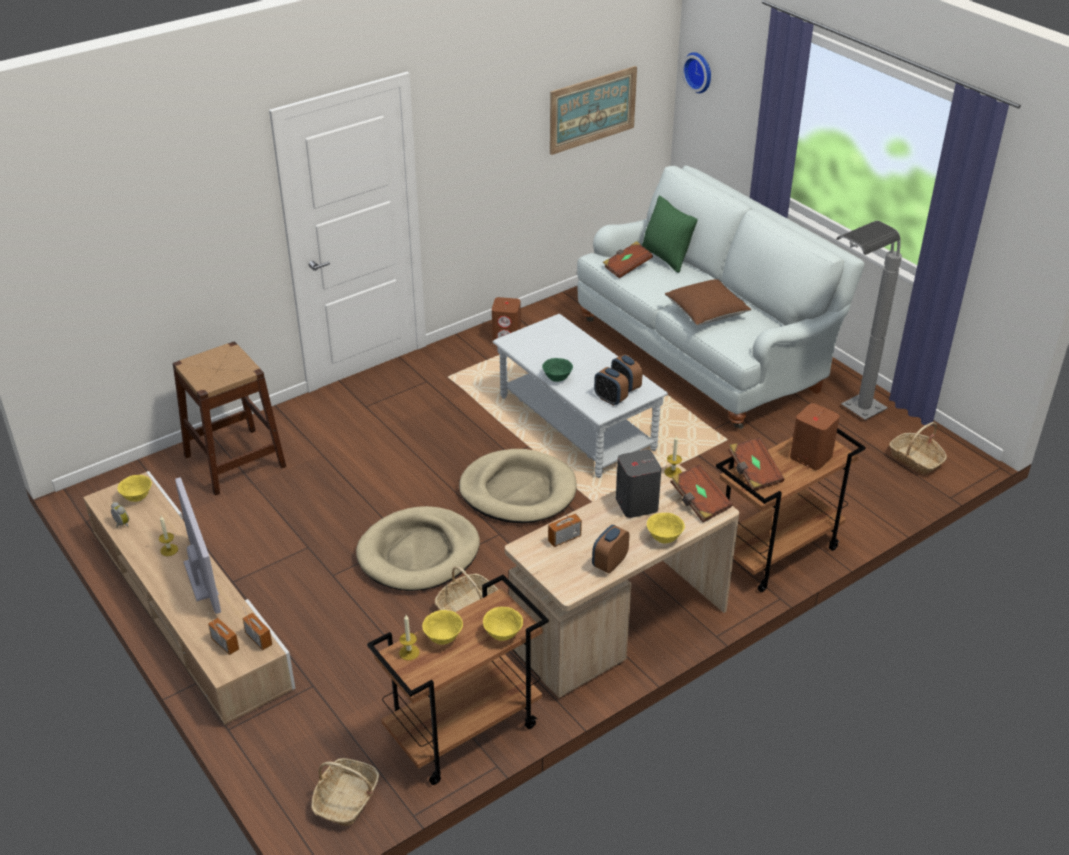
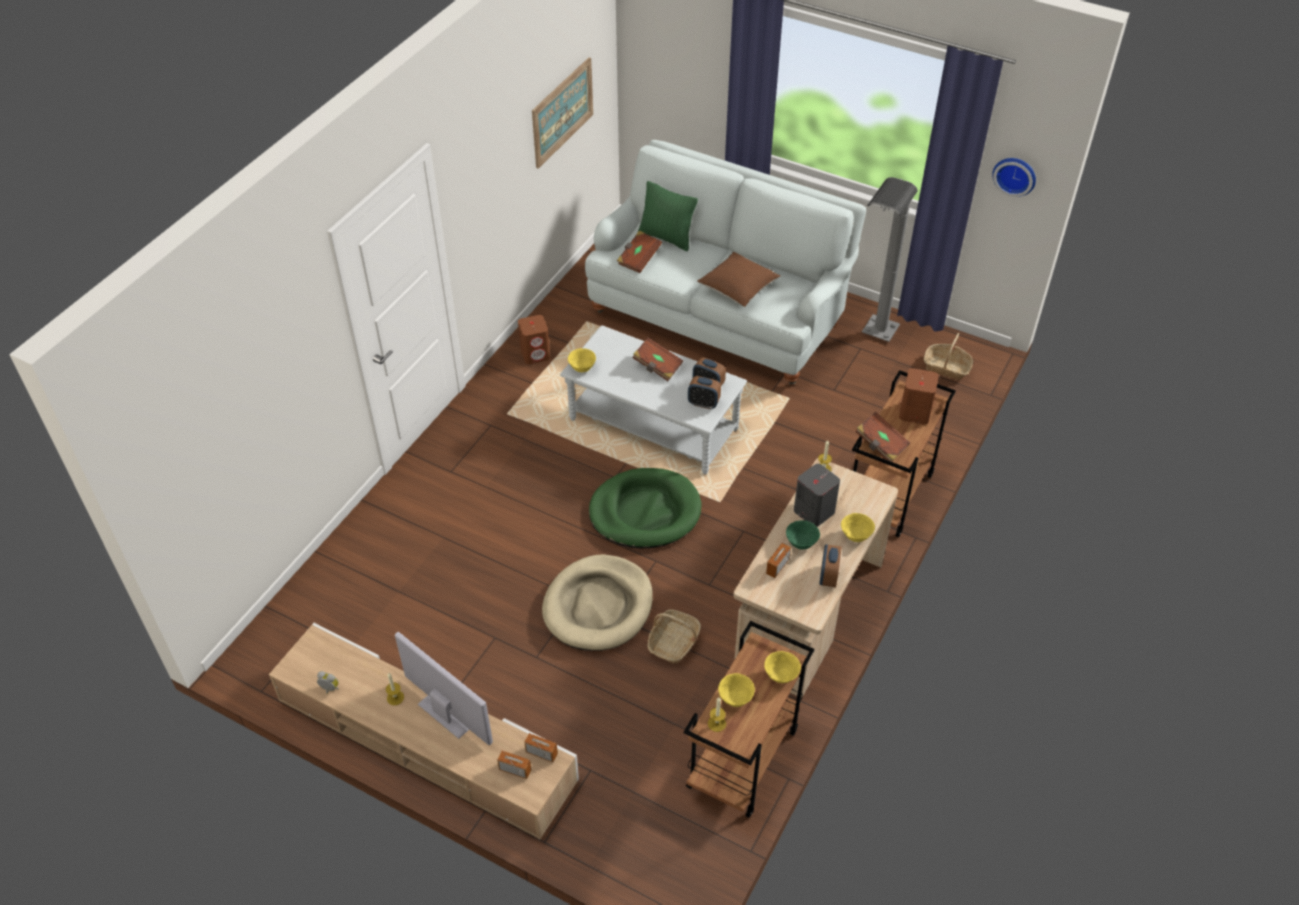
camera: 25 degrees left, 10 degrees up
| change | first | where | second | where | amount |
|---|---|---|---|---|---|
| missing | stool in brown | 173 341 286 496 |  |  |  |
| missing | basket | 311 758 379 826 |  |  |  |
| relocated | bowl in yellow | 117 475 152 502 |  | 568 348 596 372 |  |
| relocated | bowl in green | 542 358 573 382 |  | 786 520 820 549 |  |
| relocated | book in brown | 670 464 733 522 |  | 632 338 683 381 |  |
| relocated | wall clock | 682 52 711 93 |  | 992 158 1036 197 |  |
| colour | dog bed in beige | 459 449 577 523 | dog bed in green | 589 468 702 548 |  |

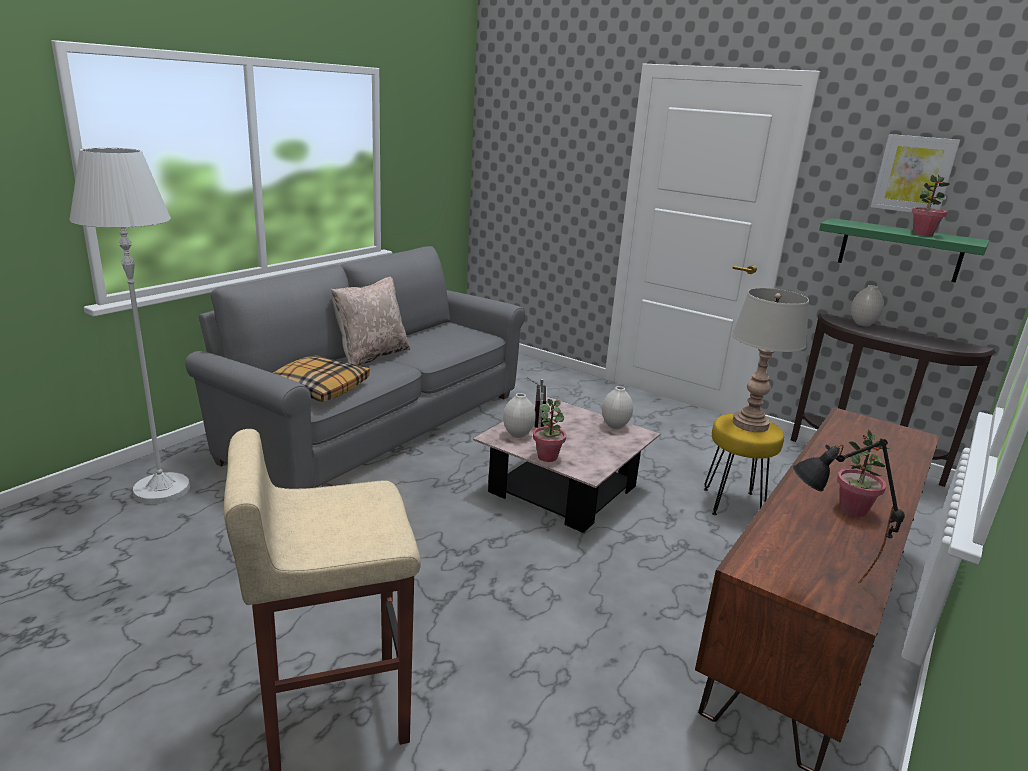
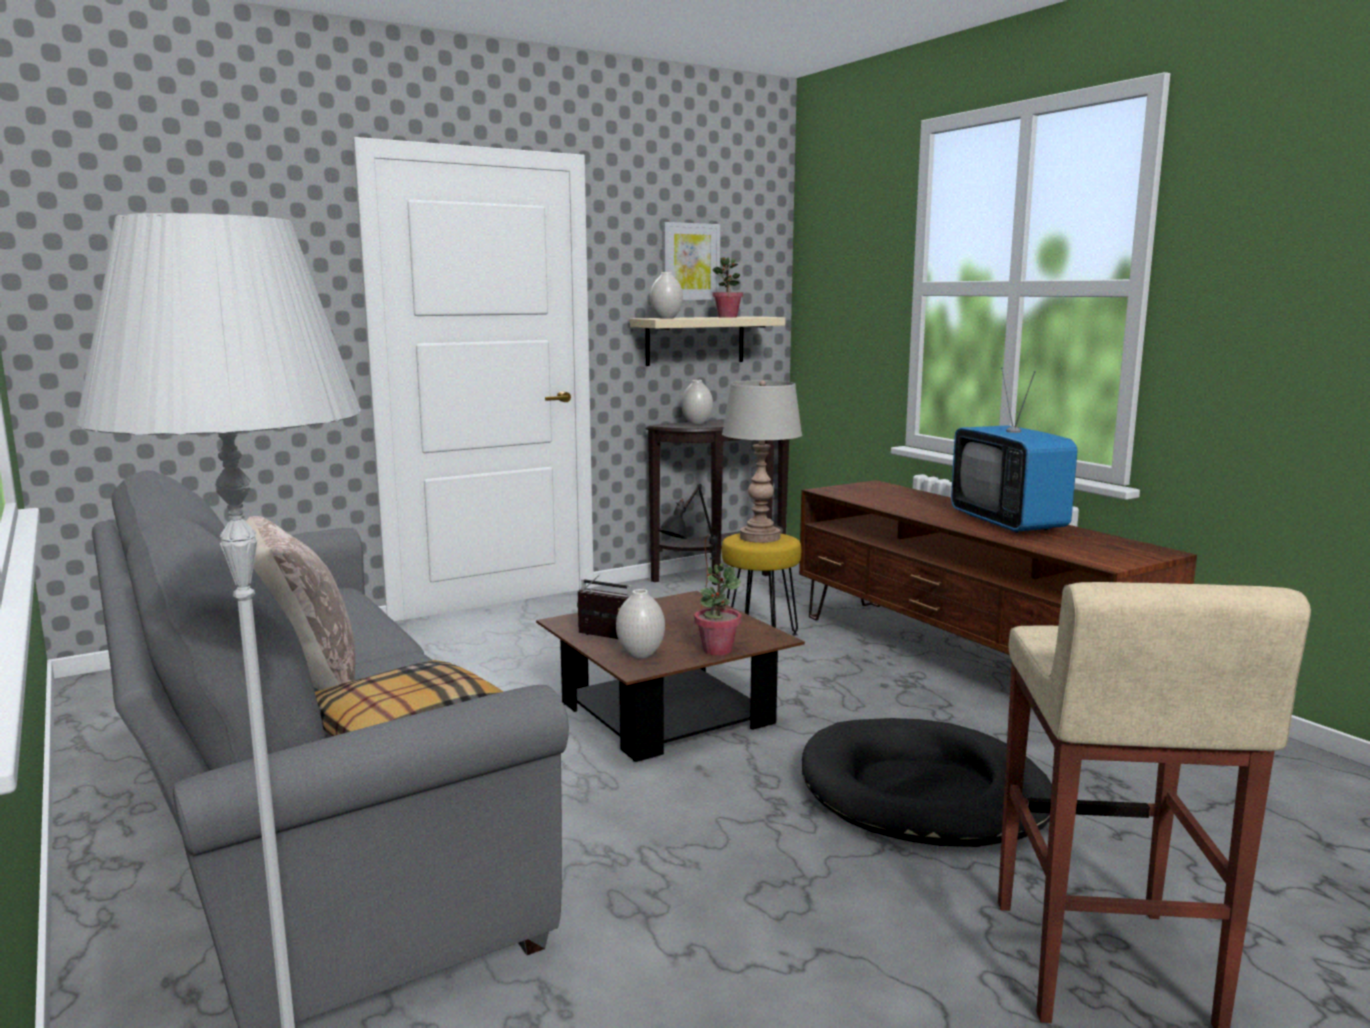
camera: 65 degrees left, 10 degrees down
| change | first | where | second | where | amount |
|---|---|---|---|---|---|
| appeared |  |  | dog bed in black | 802 718 1052 847 |  |
| relocated | vase in white | 602 386 633 429 |  | 650 272 683 319 |  |
| relocated | table lamp in black | 793 438 905 583 |  | 658 484 718 610 |  |
| exchanged | potted plant | 837 430 890 517 | television | 951 367 1078 533 |  |
| colour | coffee table in pink | 473 397 660 533 | coffee table in brown | 536 591 805 762 |  |
| colour | shelf in green | 819 218 989 283 | shelf in beige | 630 316 785 366 |  |

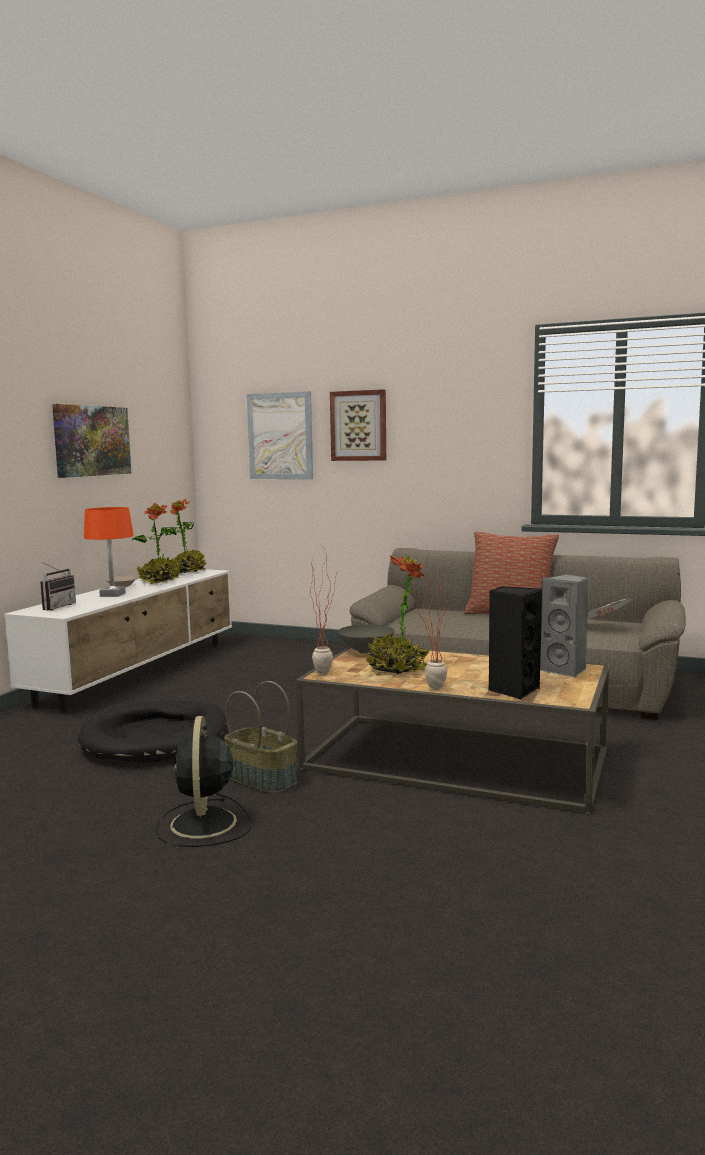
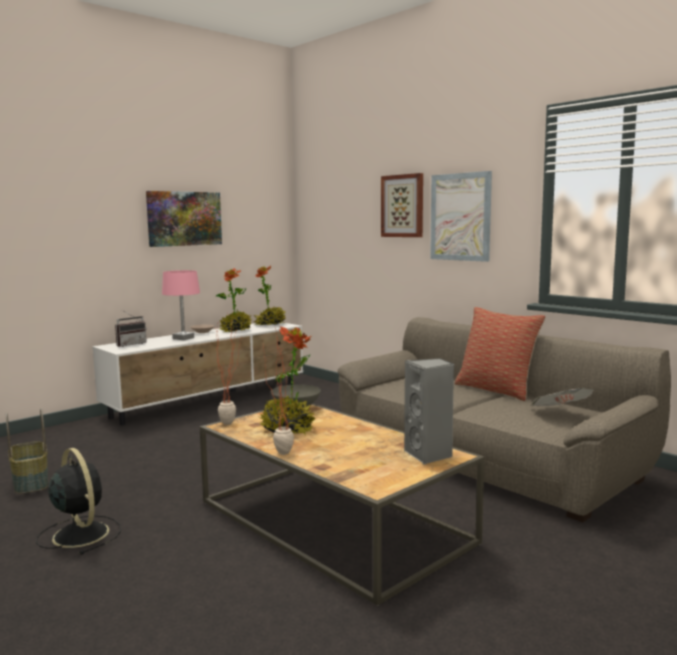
camera: 25 degrees right, 0 degrees up
| change | first | where | second | where | amount |
|---|---|---|---|---|---|
| missing | dog bed in black | 78 701 227 763 |  |  |  |
| missing | speaker in black | 489 586 542 700 |  |  |  |
| relocated | basket | 224 681 297 793 |  | 6 408 48 494 |  |
| relocated | picture | 247 391 313 479 |  | 430 171 492 262 |  |
| colour | table lamp in orange | 84 507 134 597 | table lamp in pink | 162 270 200 340 |  |
| spun | fan in black | 156 716 251 847 |  | 36 448 121 555 | 120 degrees clockwise |

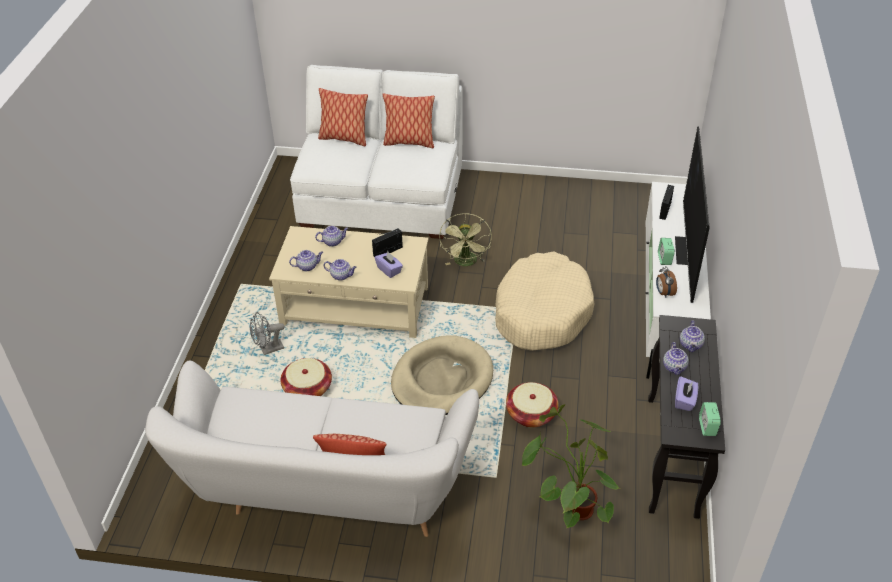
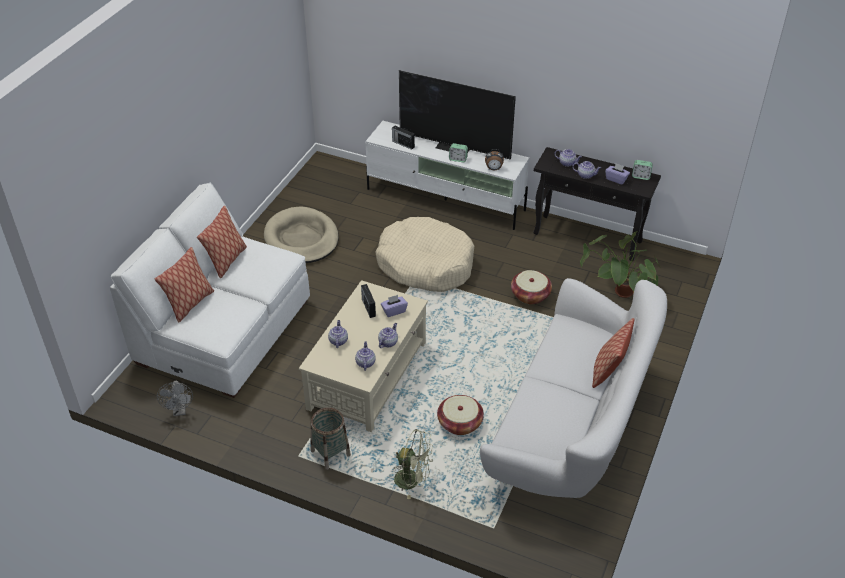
camera: 75 degrees left, 0 degrees up
| change | first | where | second | where | amount |
|---|---|---|---|---|---|
| appeared |  |  | basket | 311 408 351 470 |  |
| relocated | fan in grey | 250 312 284 355 |  | 157 381 193 416 |  |
| relocated | dog bed in beige | 391 335 493 415 |  | 264 206 339 263 |  |
| relocated | fan in green | 439 213 492 266 |  | 394 429 433 499 |  |

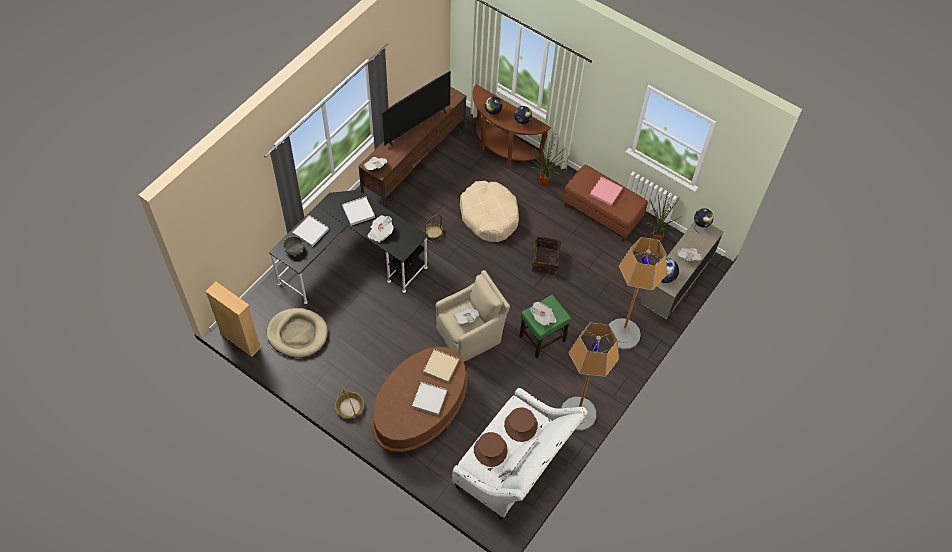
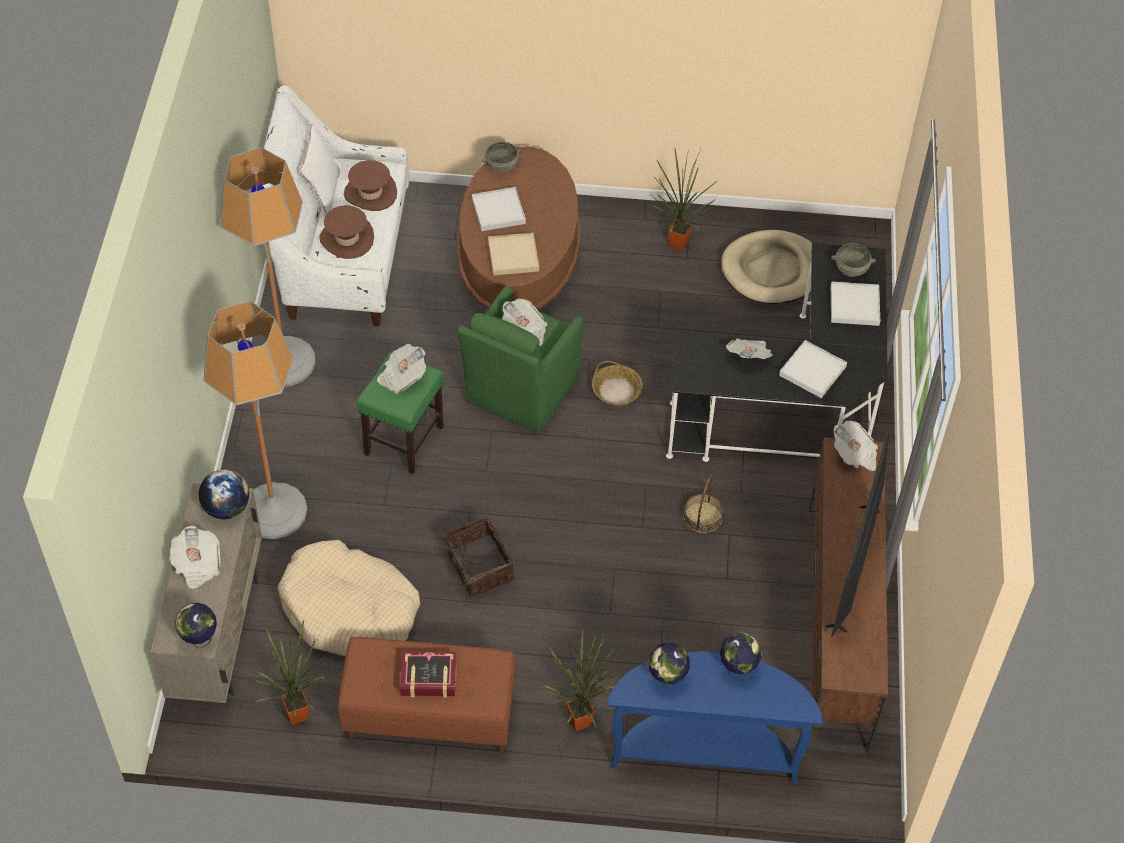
camera: 150 degrees right, 5 degrees down
| change | first | where | second | where | amount |
|---|---|---|---|---|---|
| missing | bookcase in beige | 205 281 262 357 |  |  |  |
| appeared |  |  | bowl in grey | 482 142 522 173 |  |
| appeared |  |  | potted plant | 652 147 718 251 |  |
| relocated | basket | 335 390 364 418 |  | 592 361 643 406 |  |
| relocated | dog bed in beige | 460 181 519 242 |  | 278 540 420 656 |  |
| exchanged | tray in pink | 590 177 623 206 | book | 400 651 457 698 |  |
| colour | armchair in beige | 436 270 510 362 | armchair in green | 457 286 584 433 |  |
| colour | console table in brown | 472 84 551 168 | console table in blue | 608 651 823 784 |  |

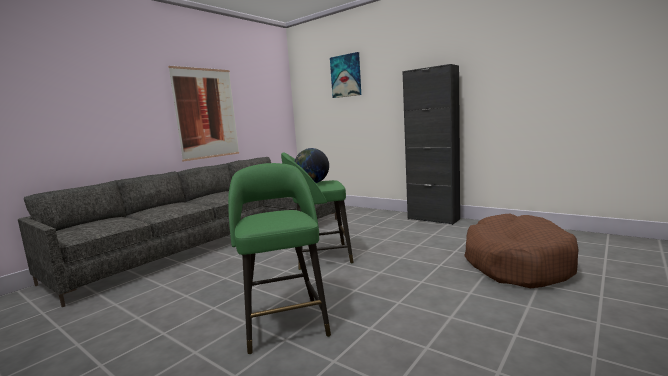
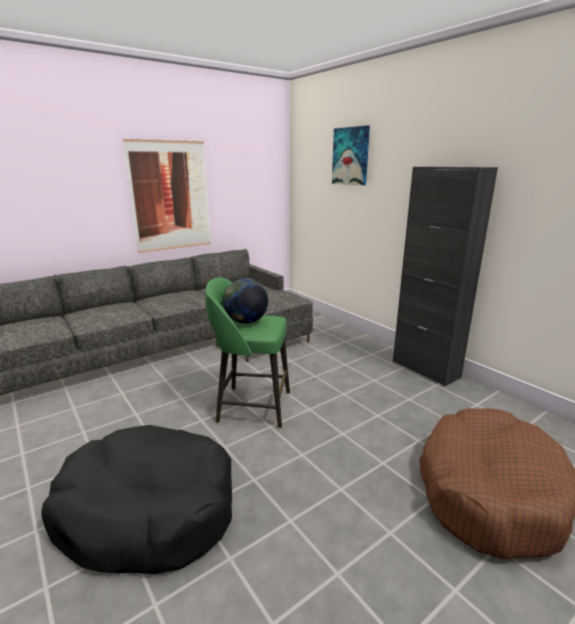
camera: 15 degrees right, 10 degrees up
| change | first | where | second | where | amount |
|---|---|---|---|---|---|
| exchanged | stool in green | 228 163 331 354 | dog bed in black | 41 425 232 574 |  |

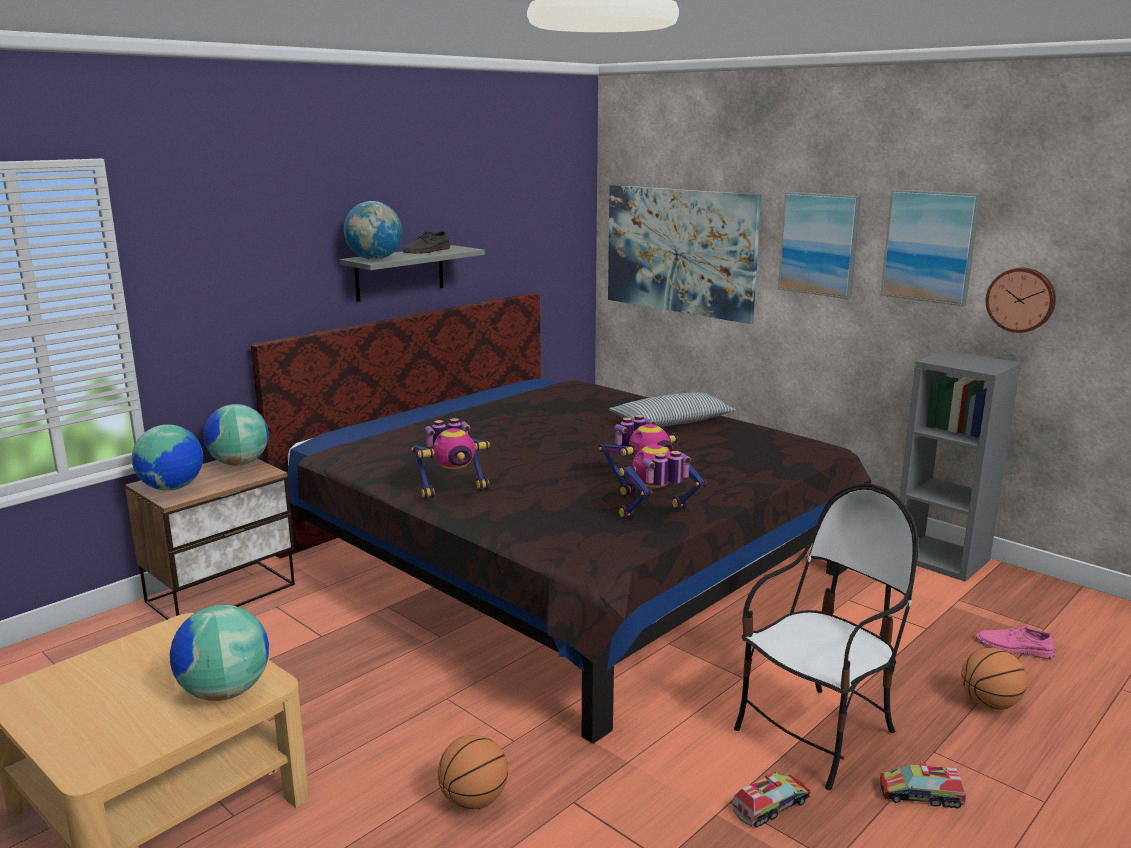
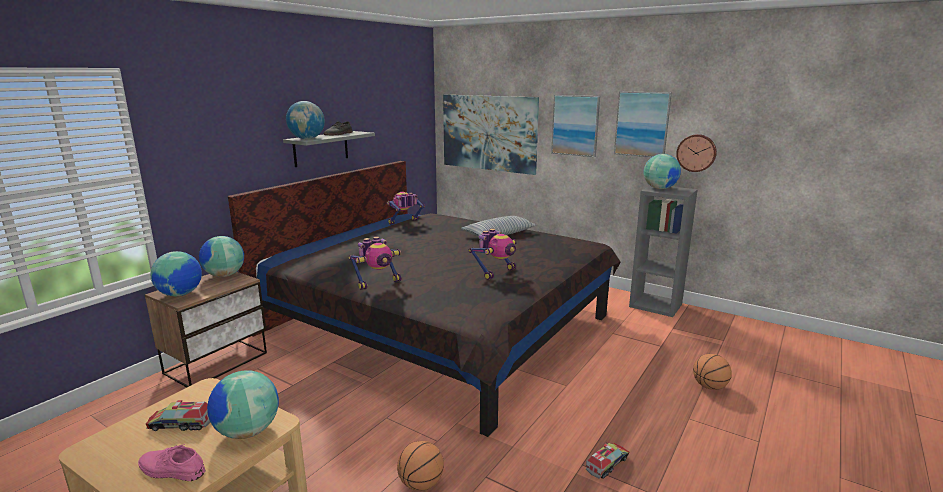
camera: 10 degrees left, 0 degrees up
| change | first | where | second | where | amount |
|---|---|---|---|---|---|
| missing | chair | 734 483 919 790 |  |  |  |
| appeared |  |  | globe | 644 154 681 189 |  |
| relocated | toy robot | 619 445 707 519 |  | 387 192 425 225 |  |
| relocated | toy truck | 879 763 966 809 |  | 146 400 211 432 |  |
| relocated | shoe in pink | 976 625 1055 659 |  | 138 444 206 481 |  |

